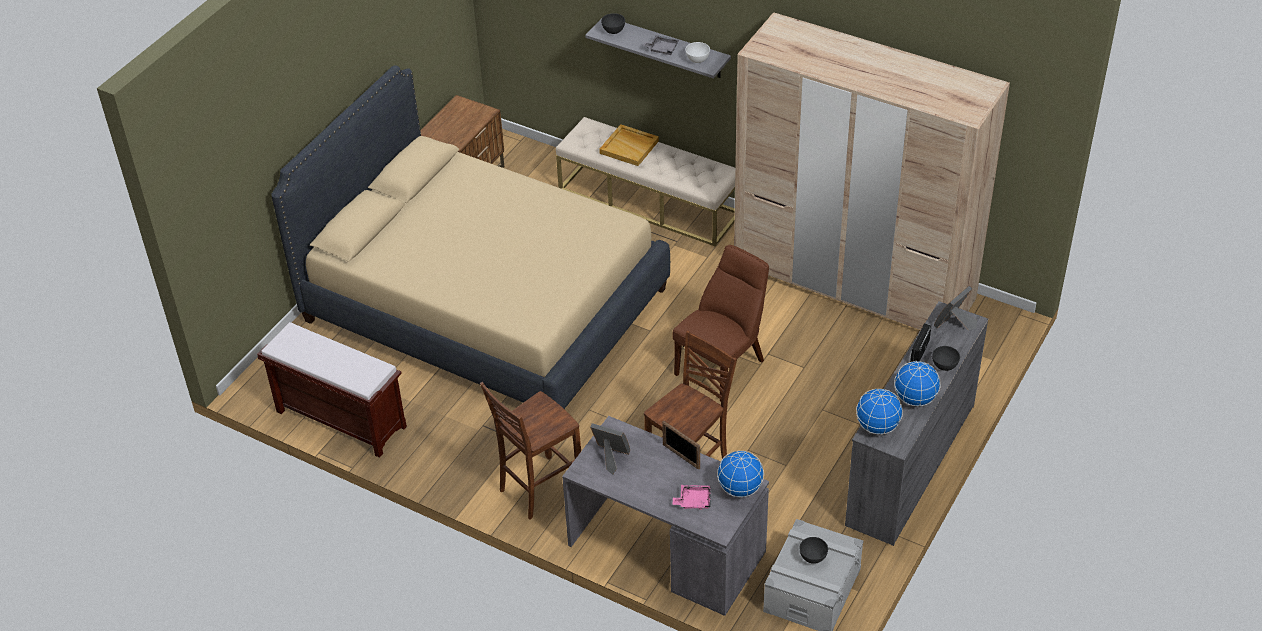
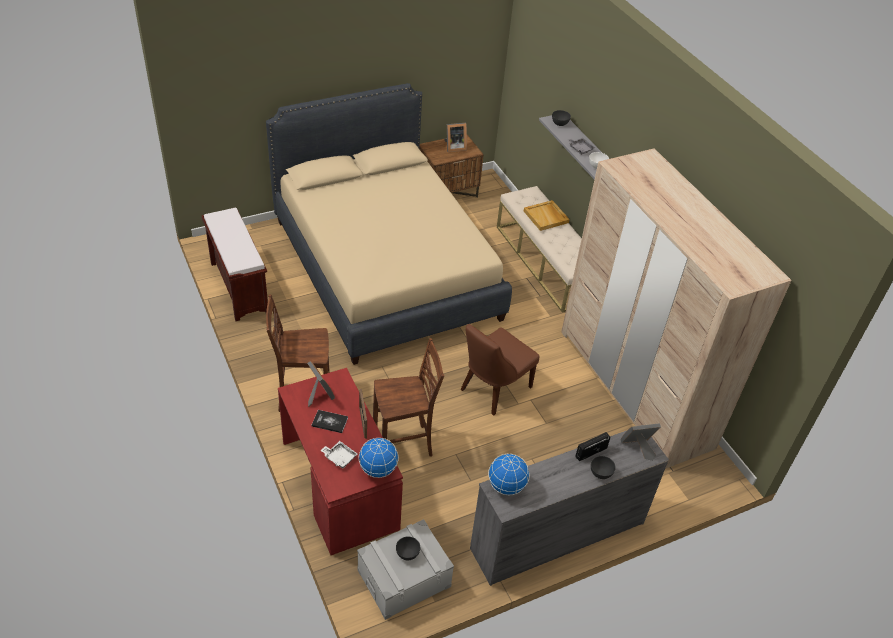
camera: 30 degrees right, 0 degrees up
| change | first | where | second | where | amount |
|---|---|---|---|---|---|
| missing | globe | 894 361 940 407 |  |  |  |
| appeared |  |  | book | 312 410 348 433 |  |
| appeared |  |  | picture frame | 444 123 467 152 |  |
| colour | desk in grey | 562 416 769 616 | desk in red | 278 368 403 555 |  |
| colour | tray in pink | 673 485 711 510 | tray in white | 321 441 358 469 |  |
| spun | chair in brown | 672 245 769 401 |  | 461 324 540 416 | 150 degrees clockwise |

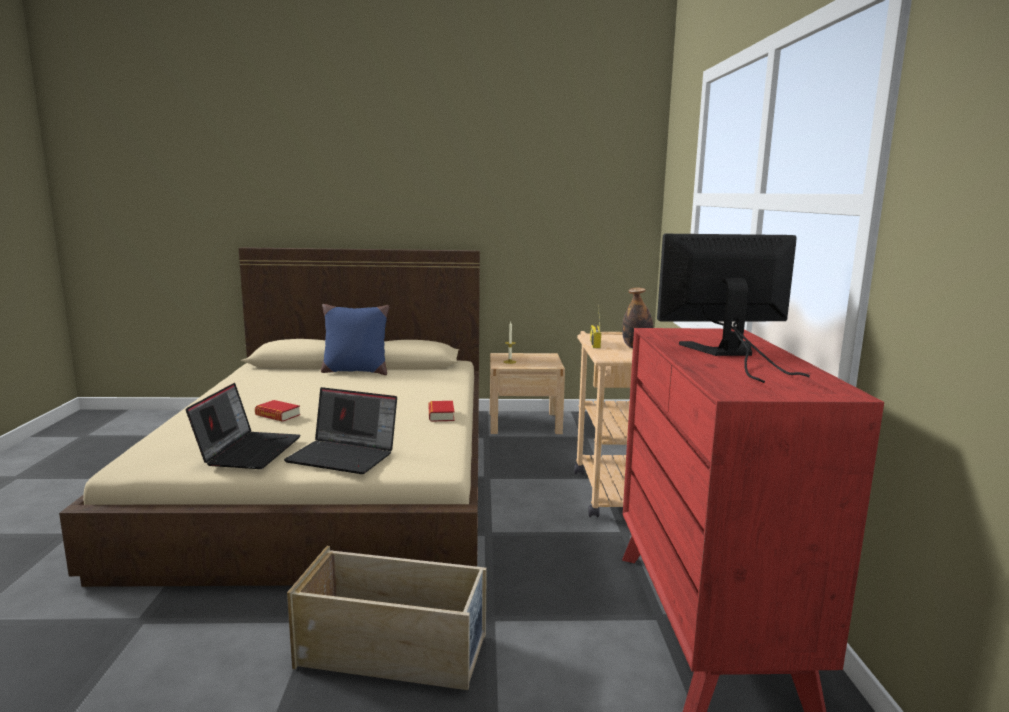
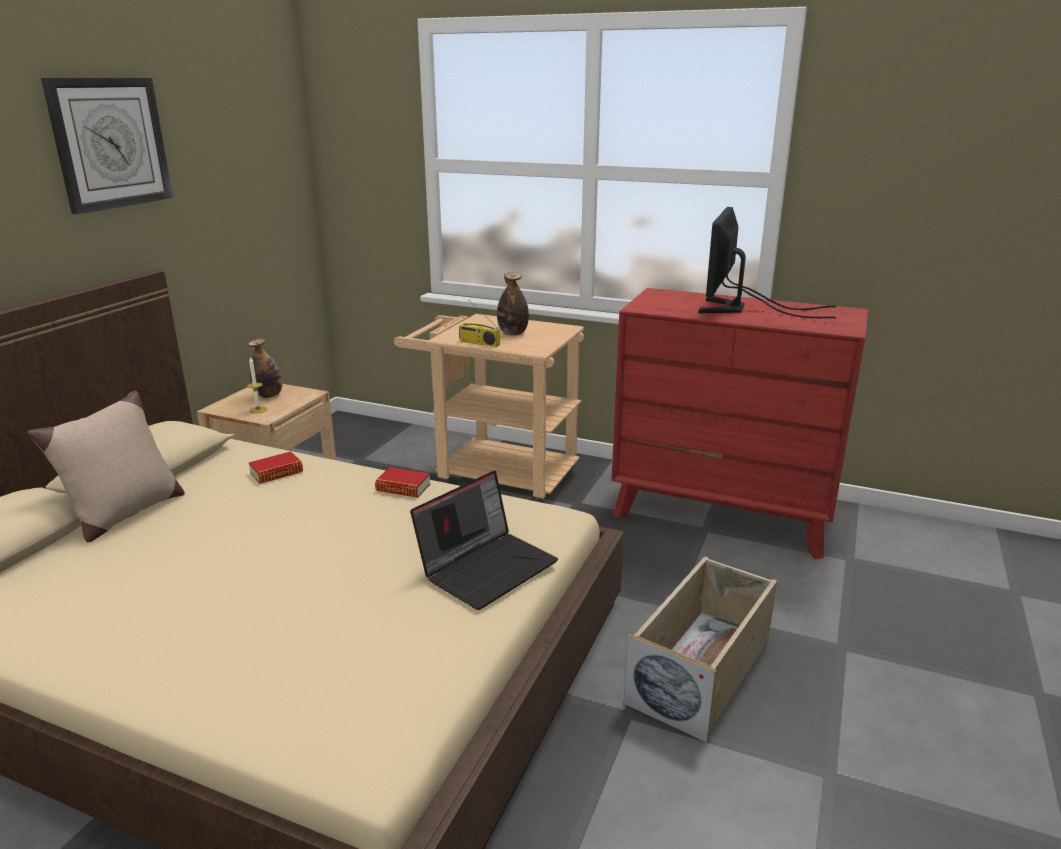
camera: 65 degrees left, 10 degrees up
| change | first | where | second | where | amount |
|---|---|---|---|---|---|
| missing | laptop | 186 383 301 469 |  |  |  |
| appeared |  |  | wall clock | 41 78 173 214 |  |
| appeared |  |  | bottle | 248 339 283 398 |  |
| relocated | book | 255 400 300 422 |  | 249 451 303 484 |  |
| colour | pillow in blue | 321 304 389 375 | pillow in beige | 27 391 185 542 |  |

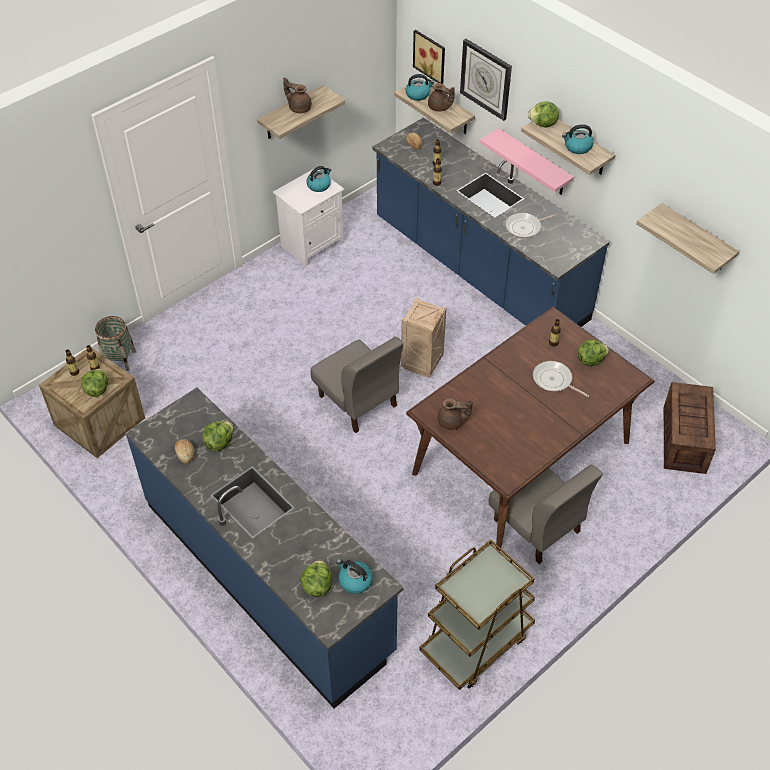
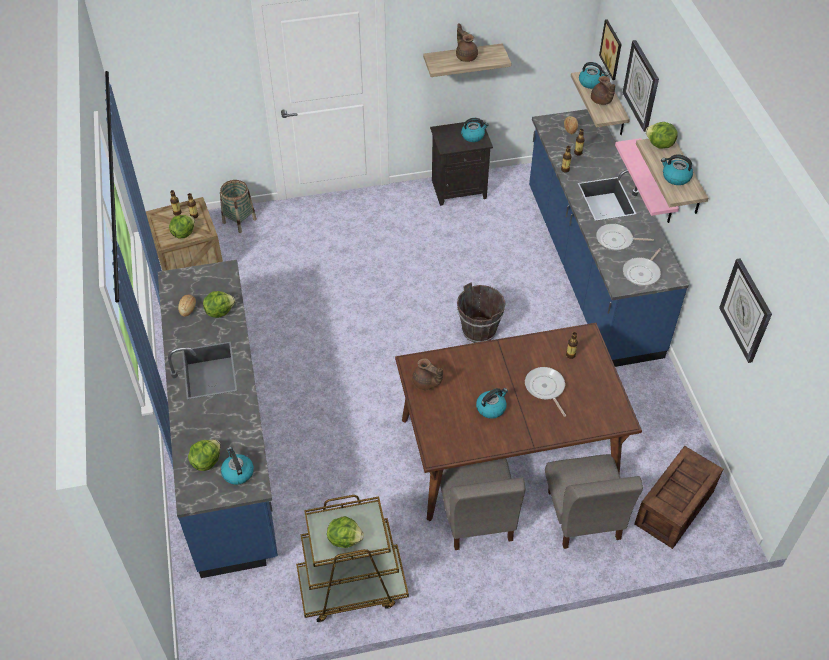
camera: 30 degrees right, 0 degrees up
| change | first | where | second | where | amount |
|---|---|---|---|---|---|
| appeared |  |  | kettle | 476 388 508 419 |  |
| appeared |  |  | frying pan | 623 248 661 286 |  |
| relocated | chair in grey | 311 336 403 433 |  | 545 454 643 549 |  |
| relocated | lettuce | 578 340 609 366 |  | 327 516 364 548 |  |
| exchanged | crate | 401 297 446 378 | bucket in brown | 457 282 506 343 |  |
| exchanged | shelf | 636 203 739 274 | wall clock | 719 259 772 363 |  |
| colour | nightstand in white | 273 168 344 266 | nightstand in black | 430 120 493 206 |  |

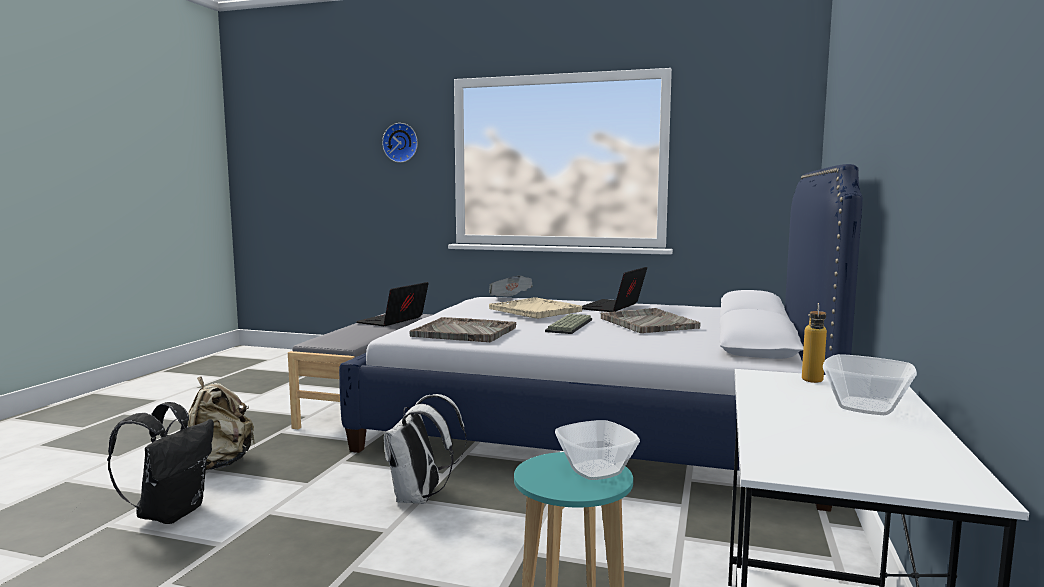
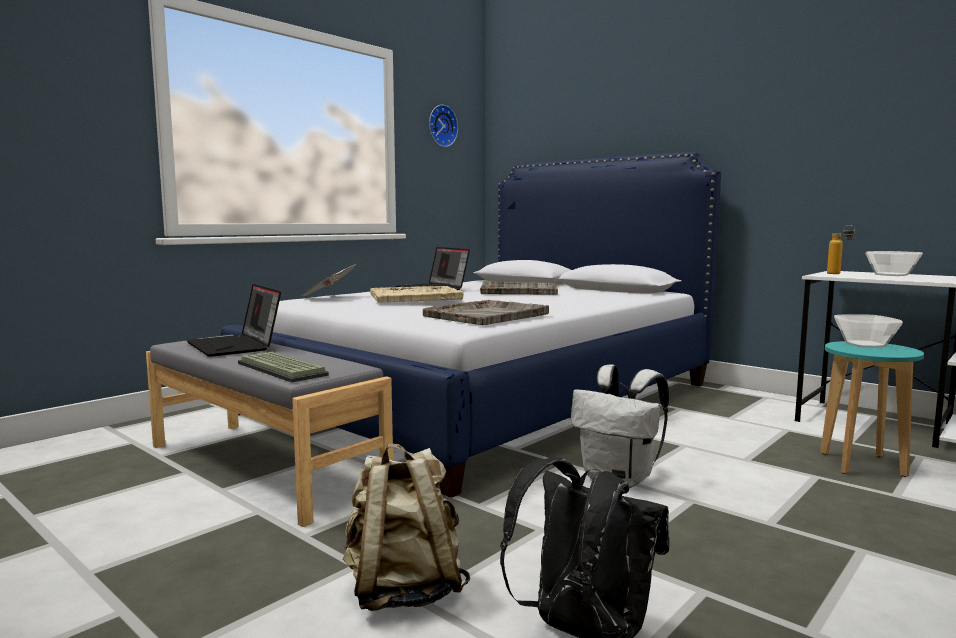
camera: 65 degrees left, 0 degrees up
| change | first | where | second | where | amount |
|---|---|---|---|---|---|
| relocated | wall clock | 382 123 418 163 |  | 429 105 458 147 |  |
| relocated | keyboard | 545 314 592 334 |  | 238 352 329 383 |  |

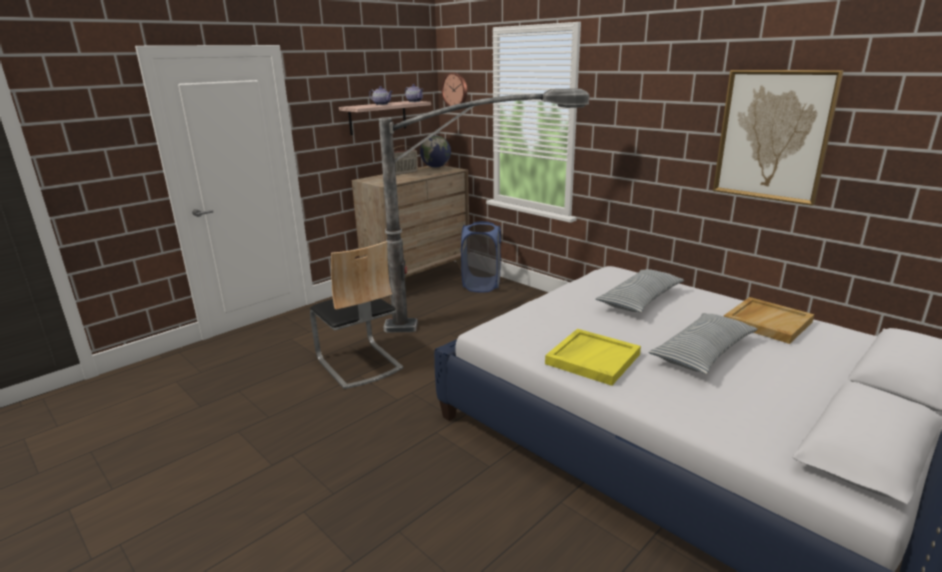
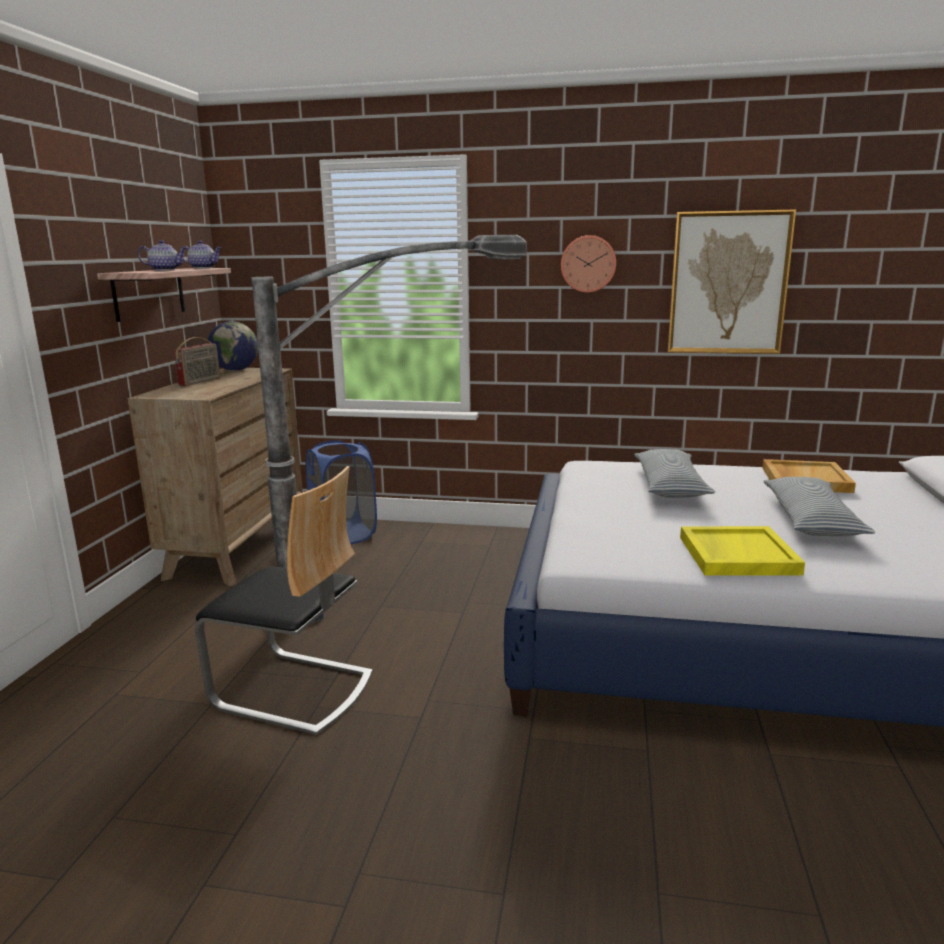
camera: 35 degrees left, 5 degrees down
| change | first | where | second | where | amount |
|---|---|---|---|---|---|
| relocated | wall clock | 441 72 467 106 |  | 561 235 617 293 |  |

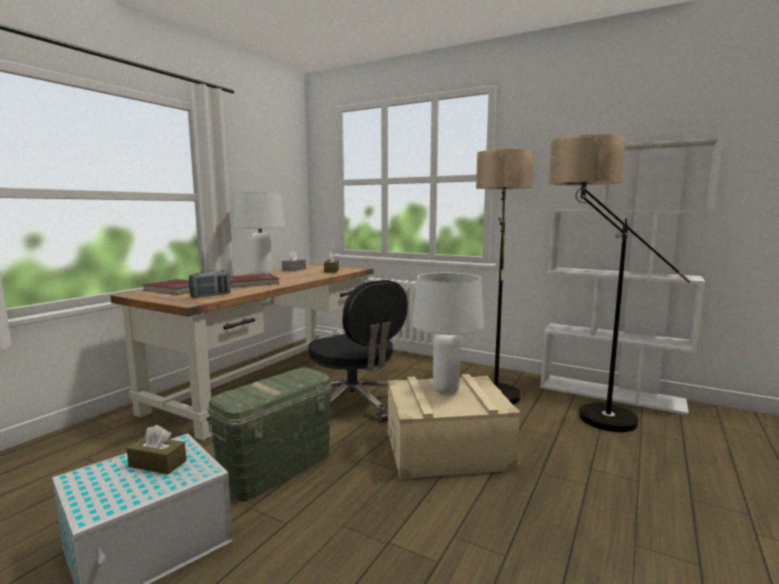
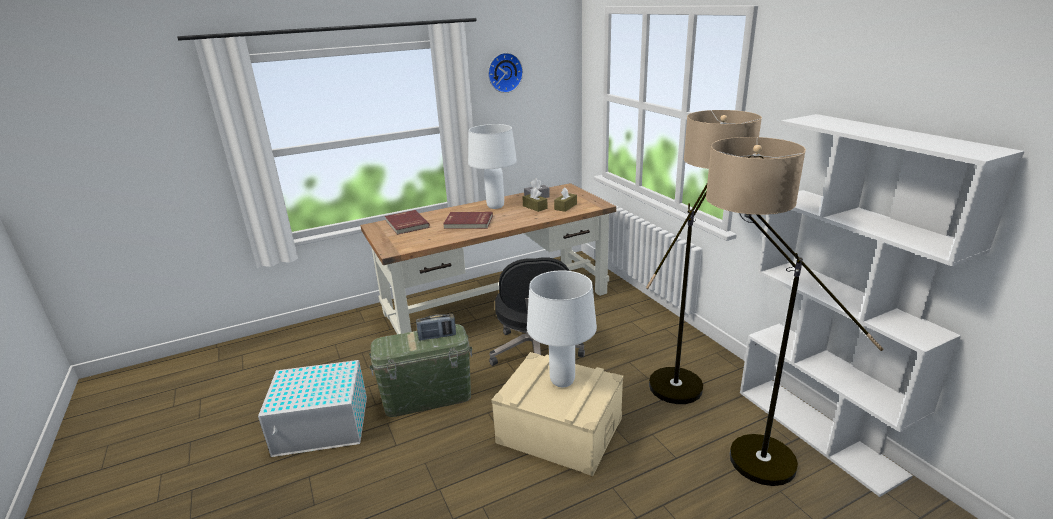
camera: 35 degrees right, 15 degrees up
| change | first | where | second | where | amount |
|---|---|---|---|---|---|
| appeared |  |  | wall clock | 488 53 523 93 |  |
| relocated | tissue box in brown | 127 425 187 474 |  | 522 188 548 212 |  |
| relocated | radio | 189 270 230 298 |  | 416 314 456 341 |  |

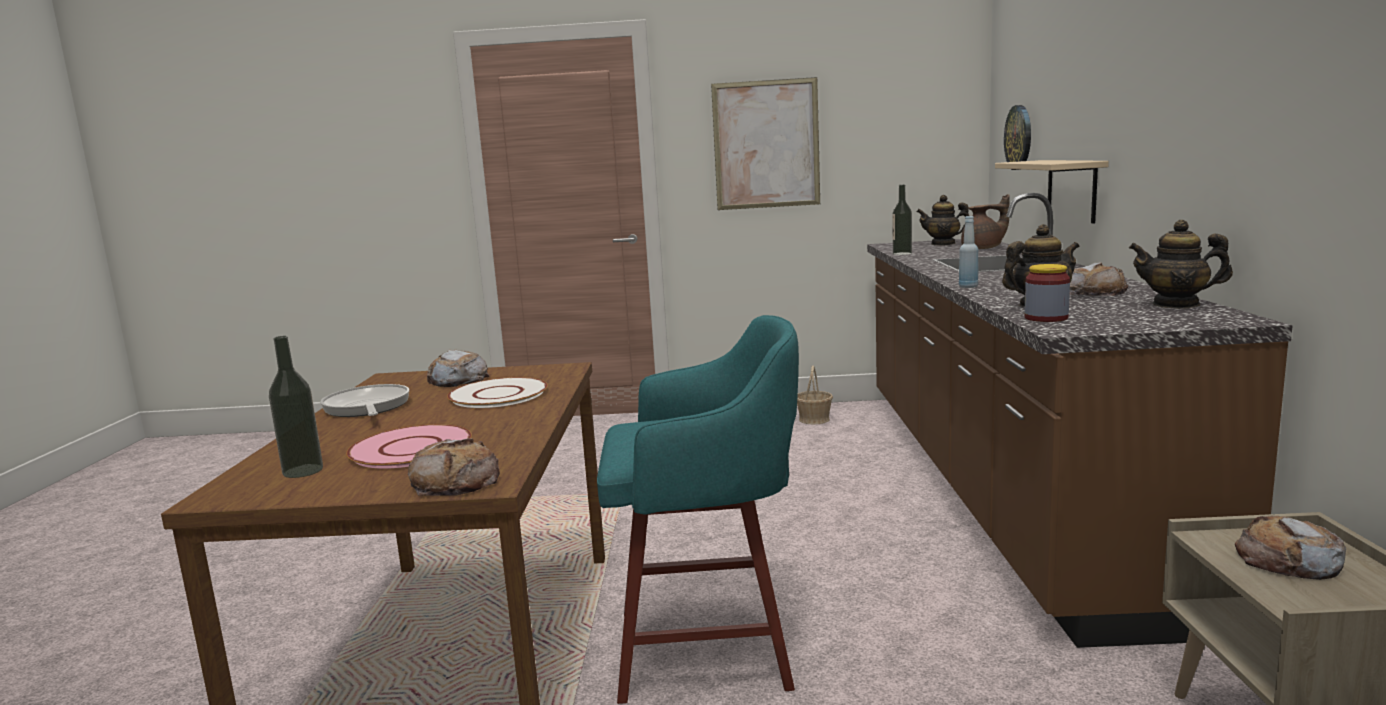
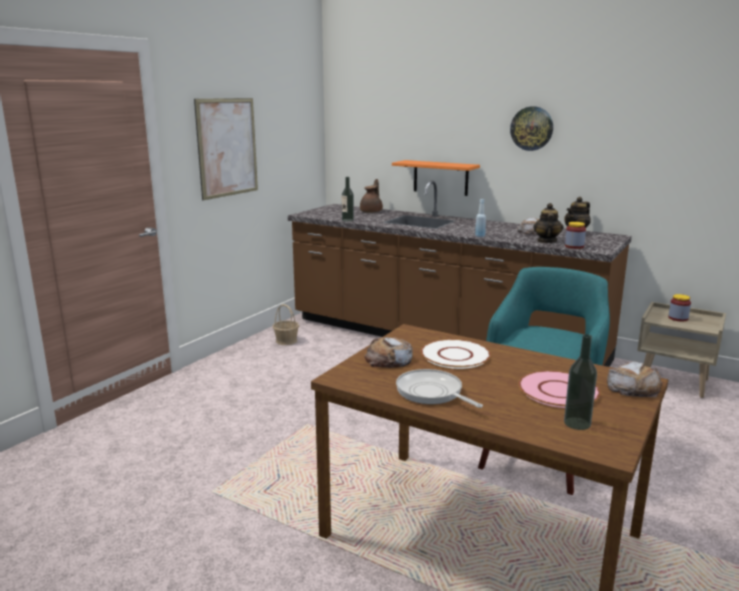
camera: 60 degrees left, 5 degrees up
| change | first | where | second | where | amount |
|---|---|---|---|---|---|
| missing | teapot | 916 195 969 246 |  |  |  |
| relocated | wall clock | 1004 105 1031 162 |  | 510 106 553 151 |  |
| exchanged | bread | 1235 515 1346 580 | jar | 668 294 691 322 |  |
| colour | shelf in beige | 995 160 1109 224 | shelf in orange | 392 160 480 196 |  |
| spun | frying pan | 320 384 409 417 |  | 396 369 483 408 | 45 degrees clockwise |

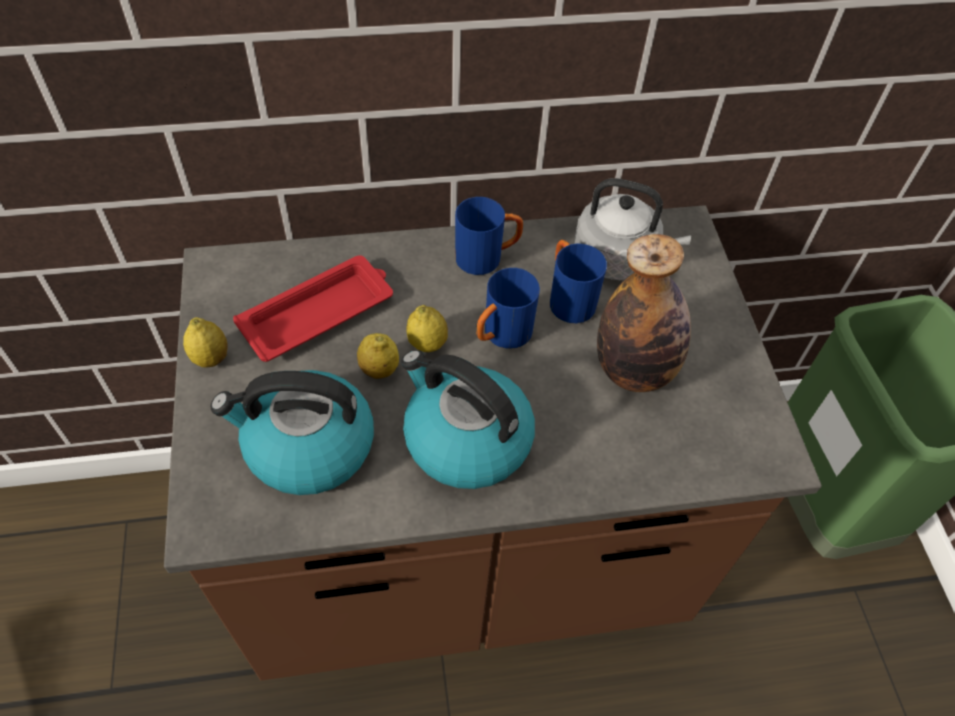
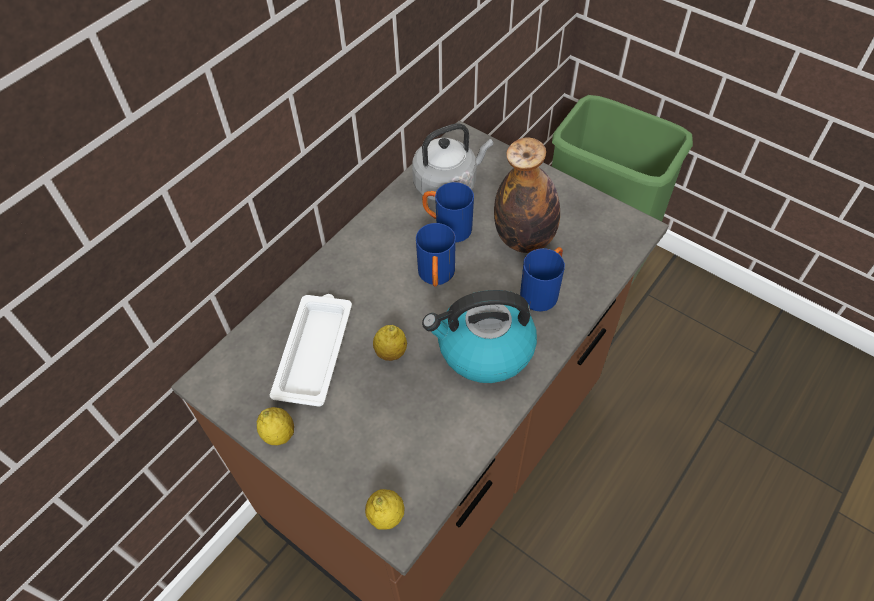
camera: 40 degrees left, 0 degrees up
| change | first | where | second | where | amount |
|---|---|---|---|---|---|
| missing | kettle | 211 370 374 495 |  |  |  |
| relocated | lemon | 407 305 448 352 |  | 365 489 404 530 |  |
| relocated | mug in blue | 455 197 523 275 |  | 520 247 565 311 |  |
| colour | tray in red | 233 255 393 362 | tray in white | 270 294 352 407 |  |

